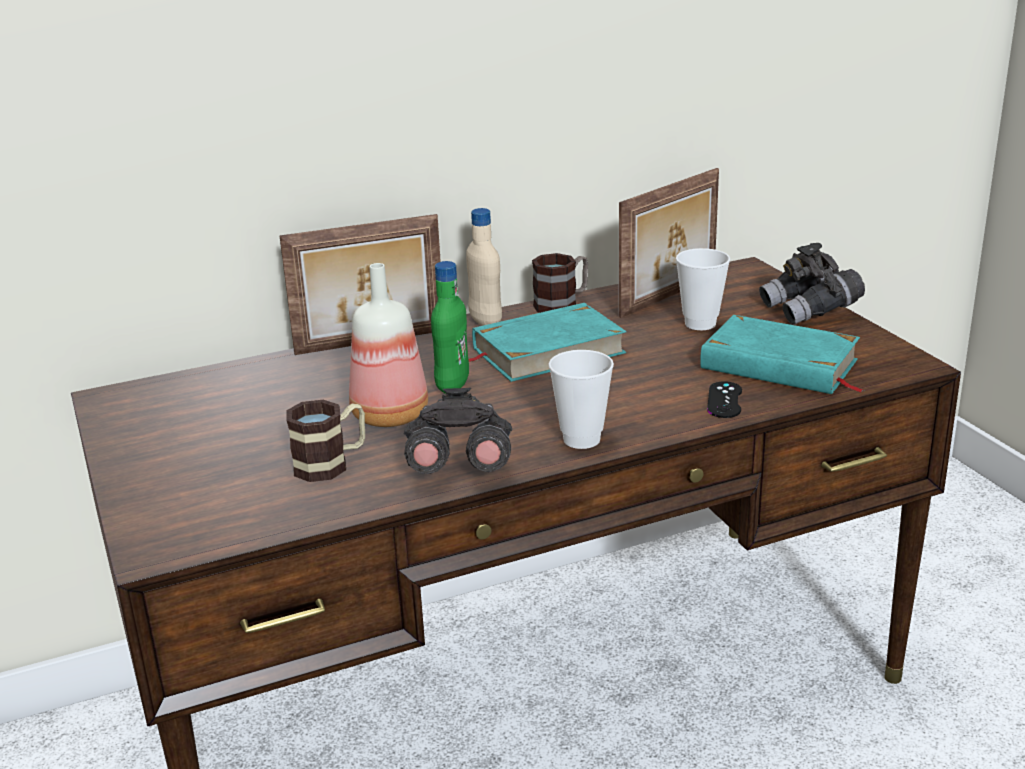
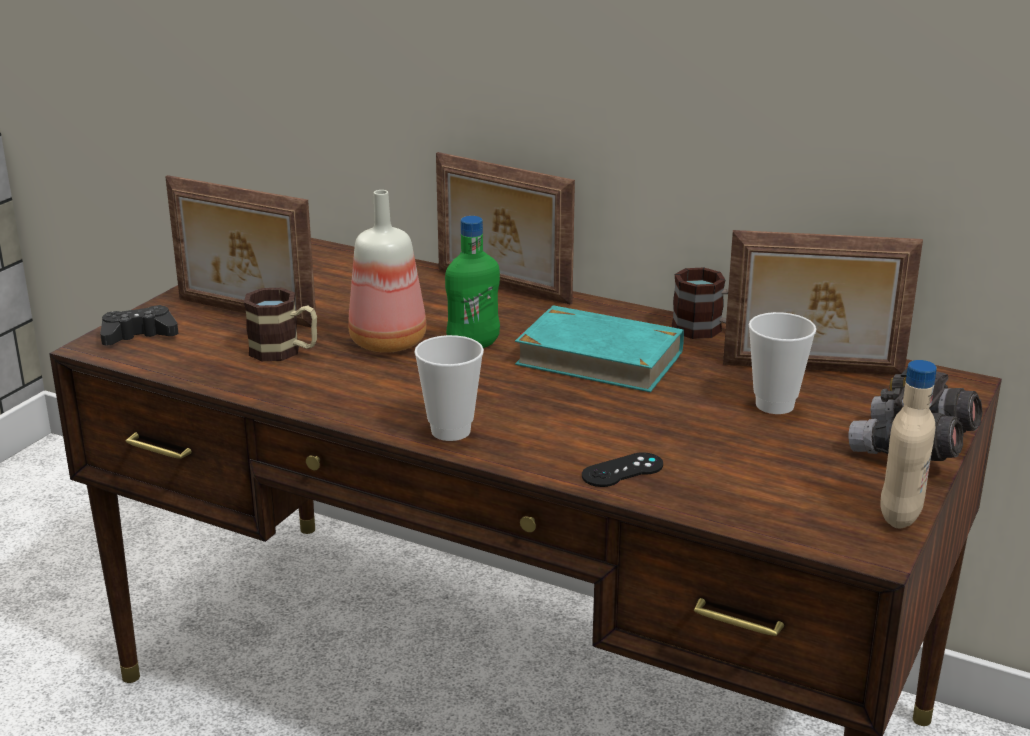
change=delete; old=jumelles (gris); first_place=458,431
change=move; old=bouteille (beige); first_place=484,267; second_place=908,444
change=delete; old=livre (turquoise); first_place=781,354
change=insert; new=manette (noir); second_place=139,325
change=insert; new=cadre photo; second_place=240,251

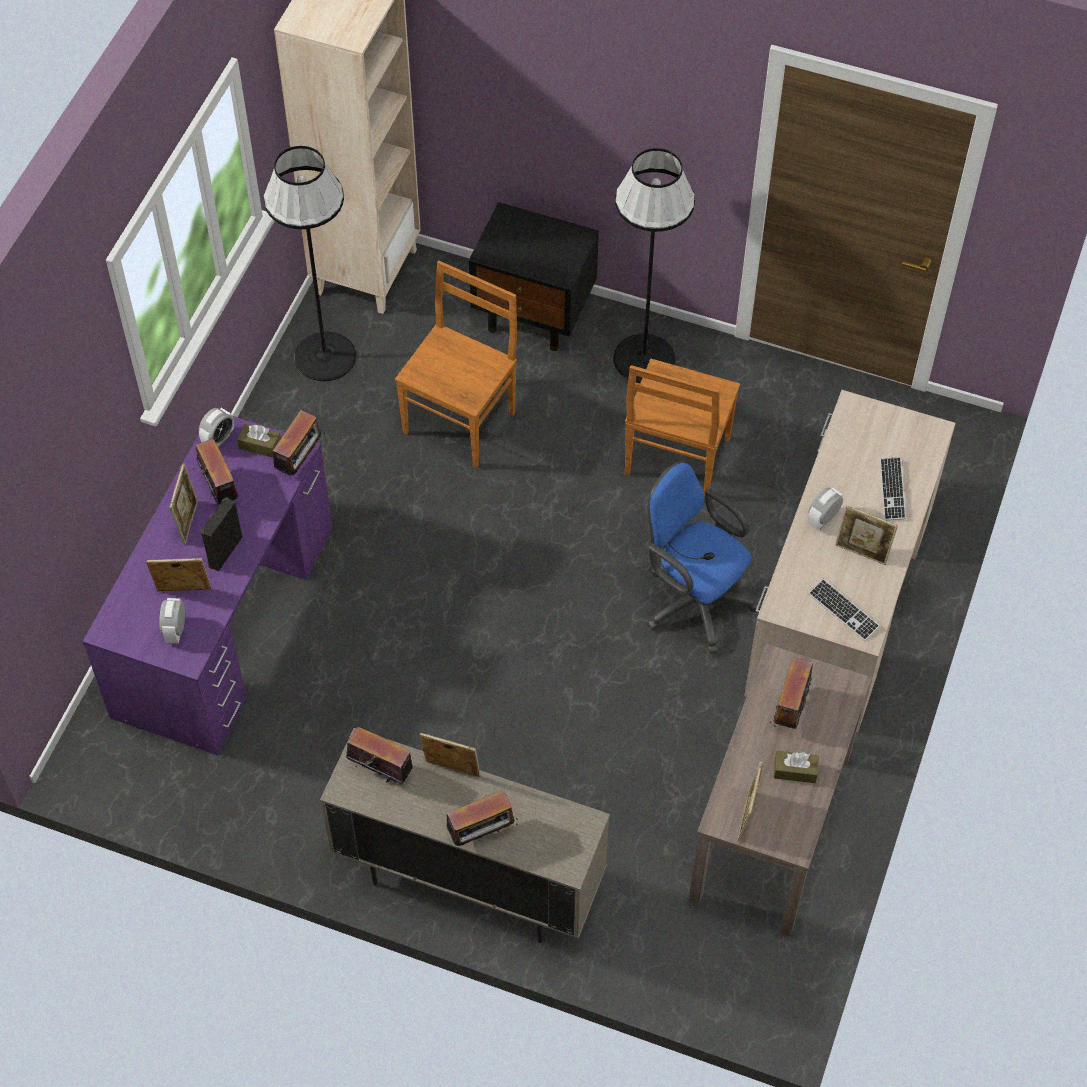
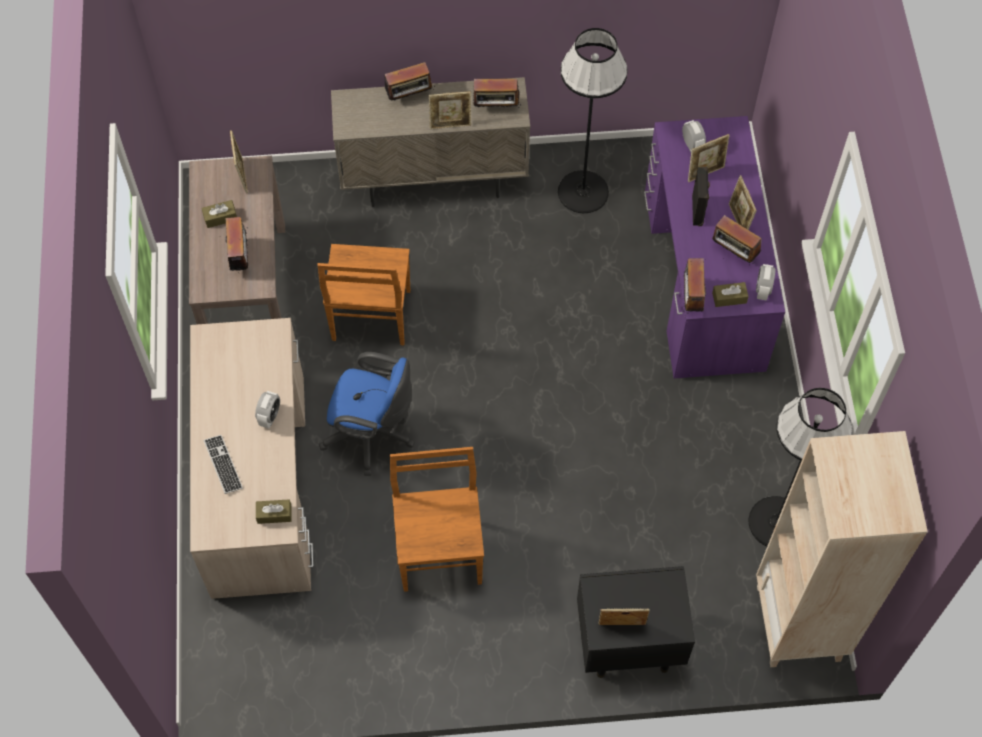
change=move; old=chaise (marron); first_place=456,364; second_place=364,294
change=rotate; old=radio; first_place=482,818; second_place=409,81; degrees=-150
change=move; old=lampadaire (noir); first_place=654,265; second_place=593,120
change=delete; old=clavier; first_place=844,610
change=move; old=cadre photo; first_place=866,535; second_place=624,616
change=insert; new=boîte à mouchoirs (marron); second_place=274,511

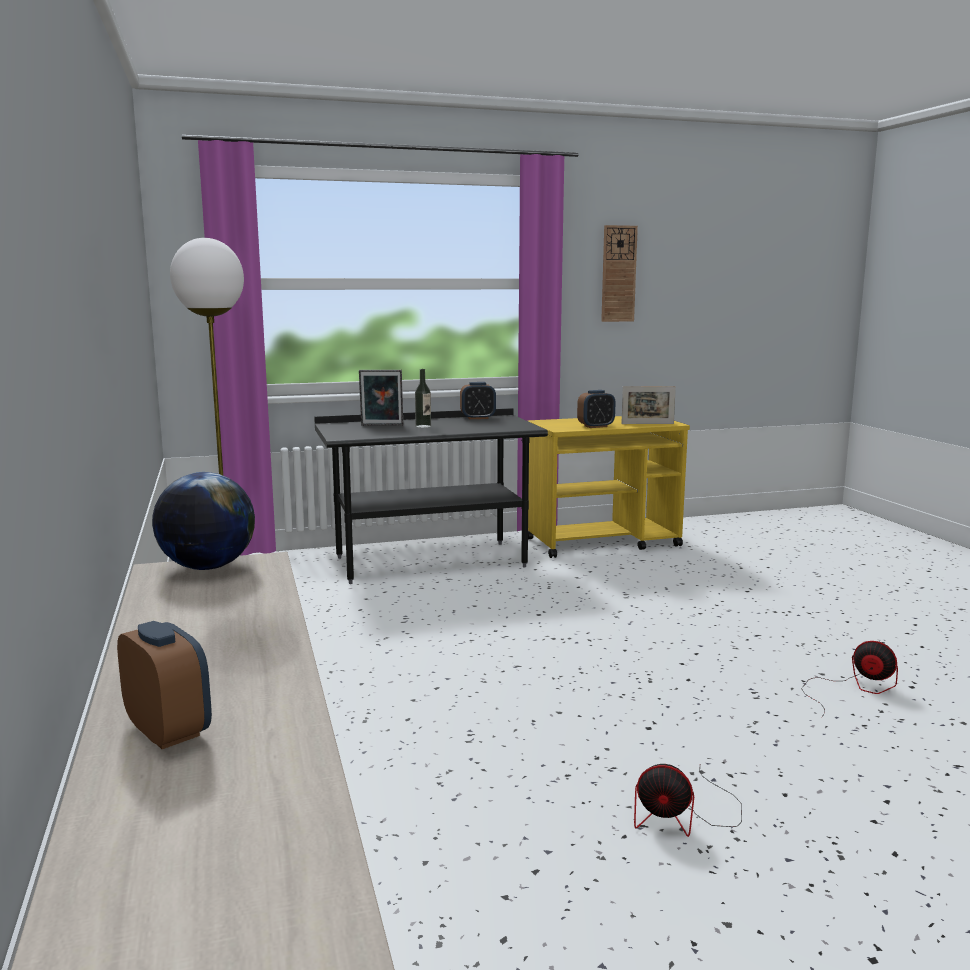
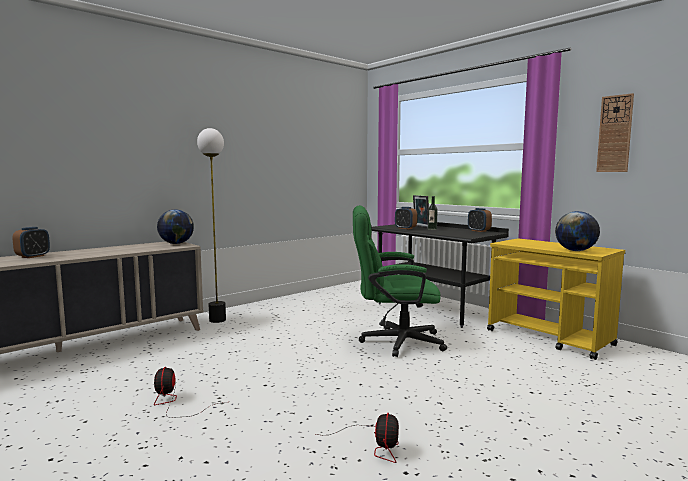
change=move; old=réveil; first_place=596,409; second_place=406,218
change=replace; old=cadre photo; new=globe; first_place=648,405; second_place=577,231
change=insert; new=chaise de bureau (vert); second_place=400,281

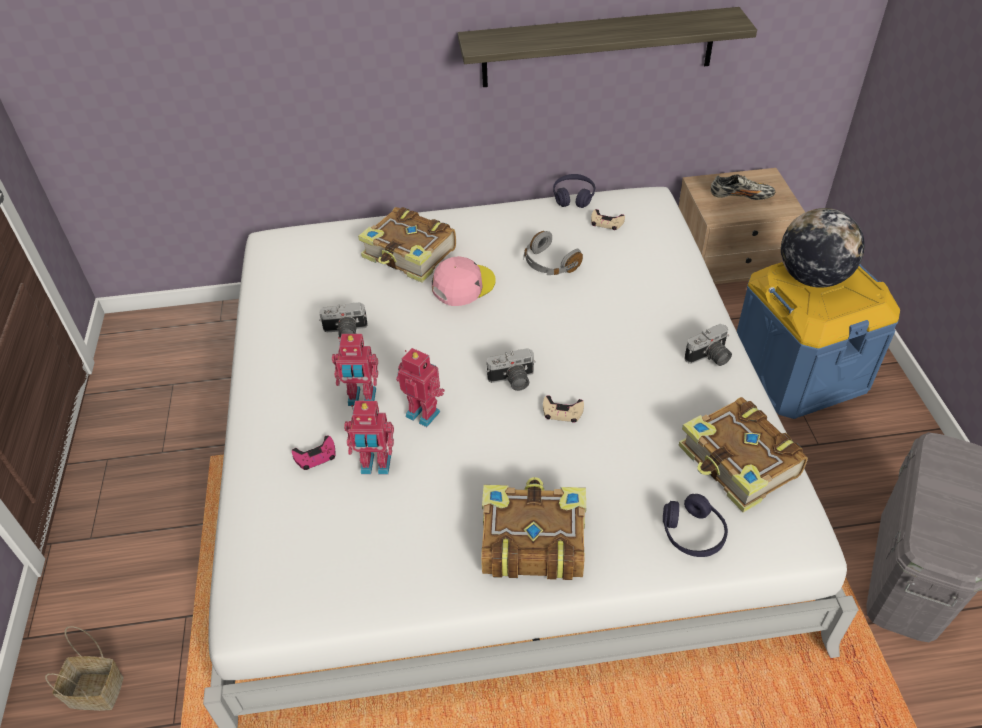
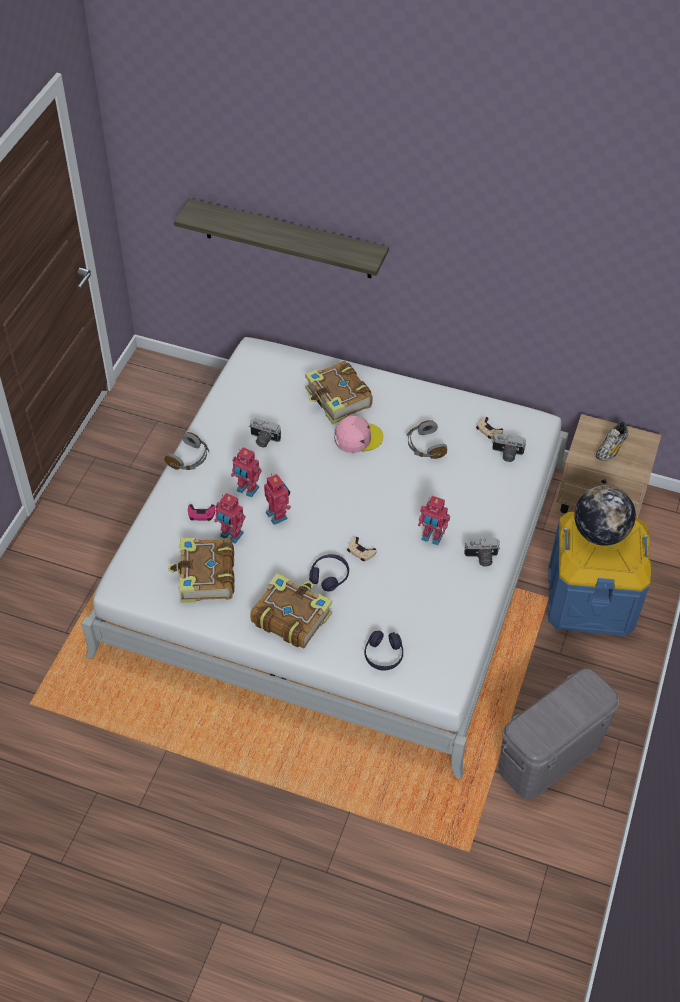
change=delete; old=panier; first_place=84,668
change=move; old=étagère; first_place=607,47; second_place=281,238
change=move; old=appareil photo; first_place=511,369; second_place=509,448
change=move; old=casque audio (violet); first_place=574,191; second_place=329,573
change=move; old=livre; first_place=743,455; second_place=201,570
change=rotate; old=chaussure; first_place=743,187; second_place=612,441; degrees=90
change=insert; new=casque audio (gris); second_place=187,451
change=insert; new=robot jouet; second_place=434,520

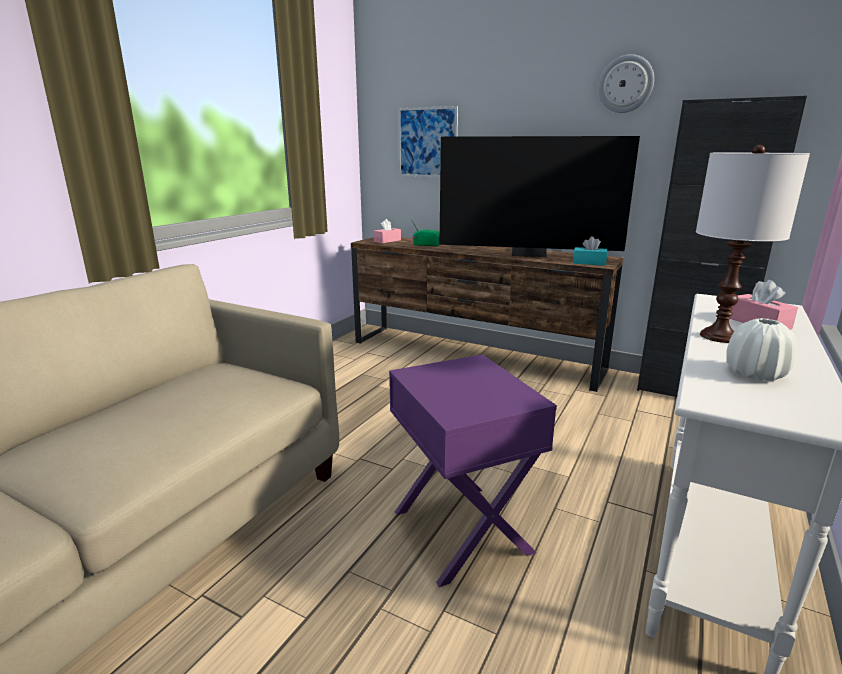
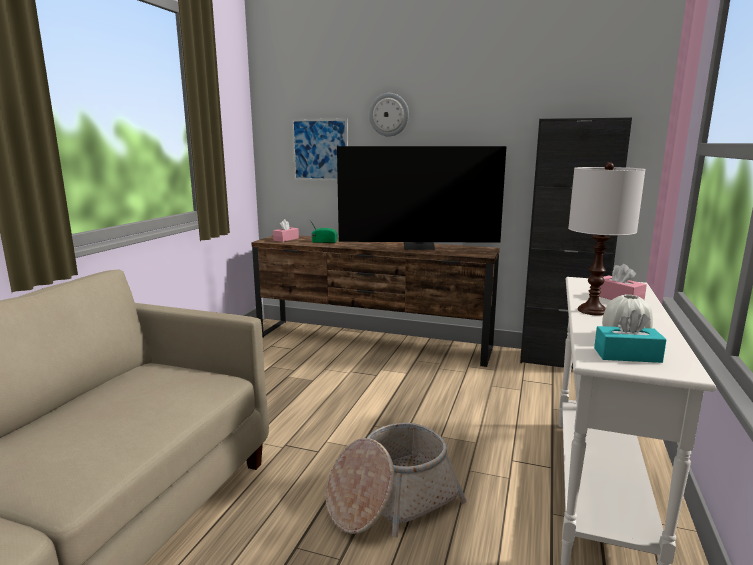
change=replace; old=table d'appoint (violet); new=panier; first_place=473,470; second_place=396,480
change=move; old=boîte à mouchoirs (turquoise); first_place=590,251; second_place=630,336
change=move; old=horloge murale; first_place=626,83; second_place=389,114

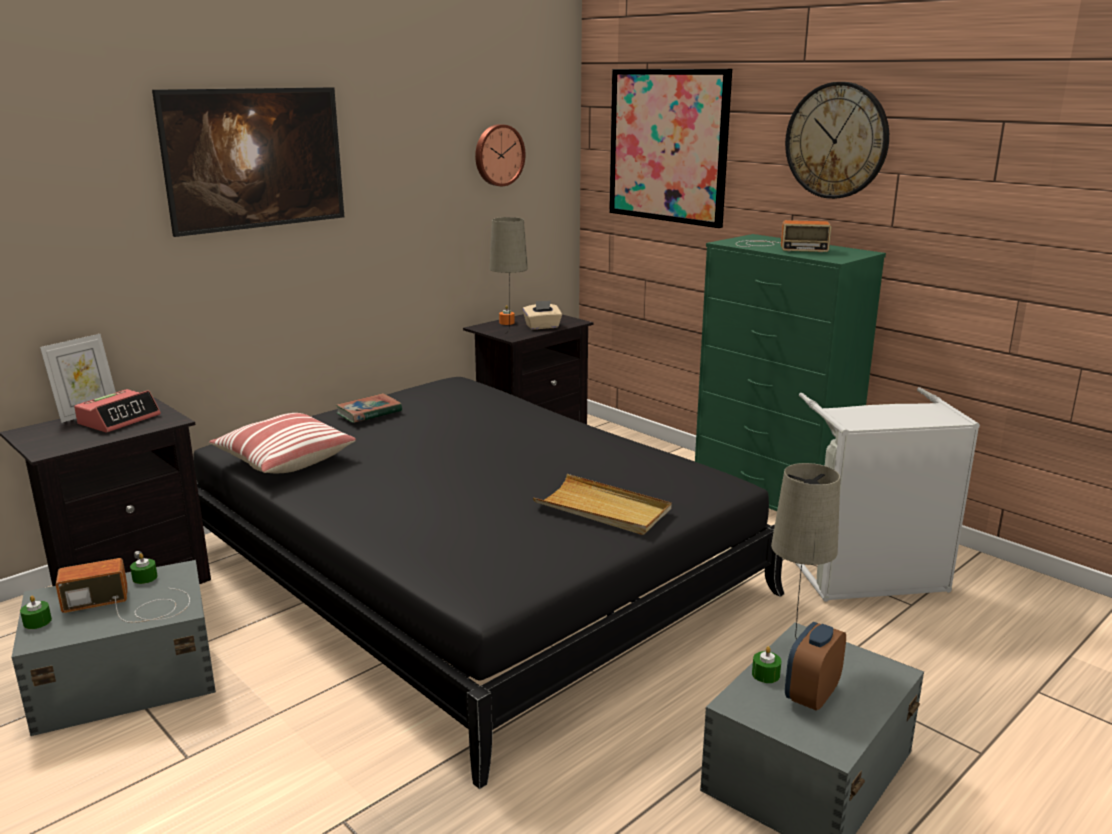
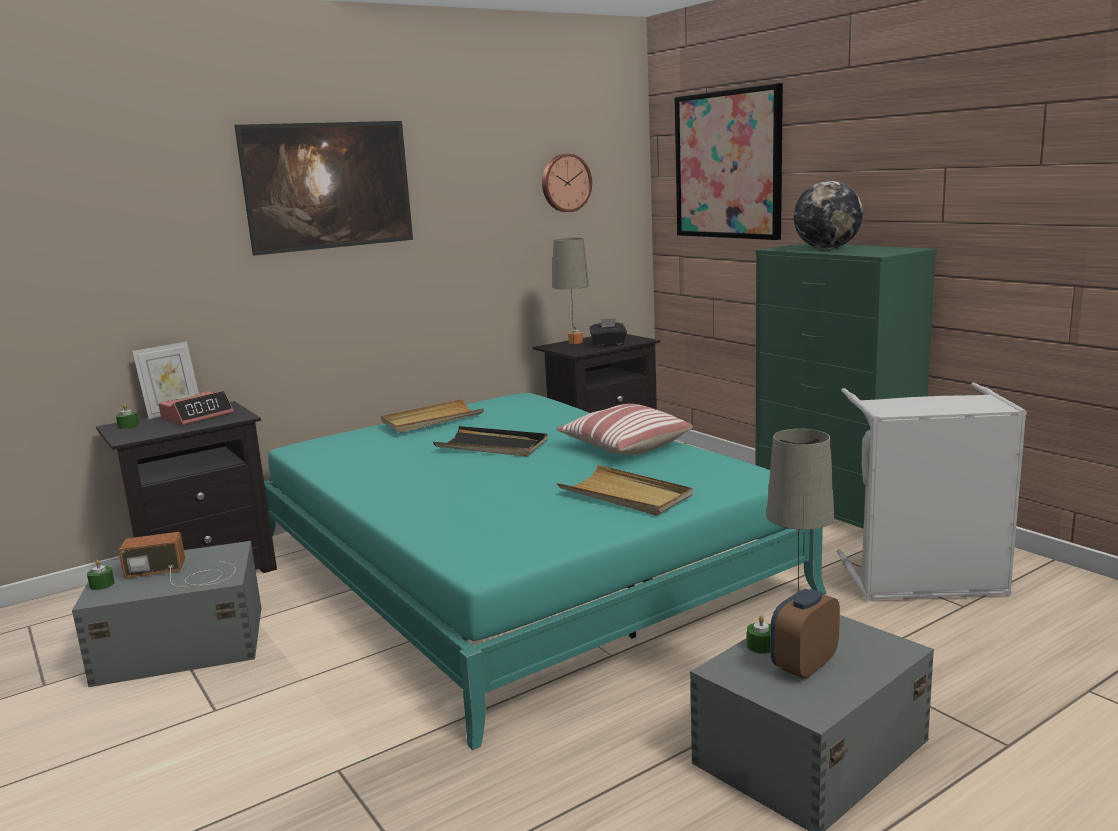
change=move; old=bougie (vert); first_place=144,568; second_place=127,416
change=recolor; old=lit (noir); new=lit (turquoise); first_place=488,583; second_place=545,571
change=move; old=coussin; first_place=282,443; second_place=624,429
change=replace; old=livre; new=plateau (beige); first_place=369,408; second_place=432,416
change=recolor; old=boîte à mouchoirs (beige); new=boîte à mouchoirs (noir); first_place=542,315; second_place=608,332
change=replace; old=radio; new=globe; first_place=784,236; second_place=828,215
change=delete; old=horloge murale; first_place=837,140
change=insert; new=plateau (noir); second_place=490,441

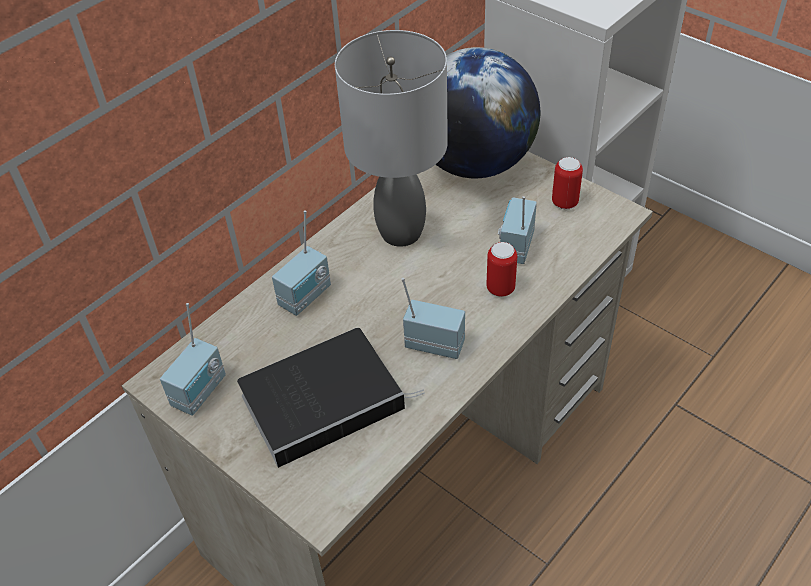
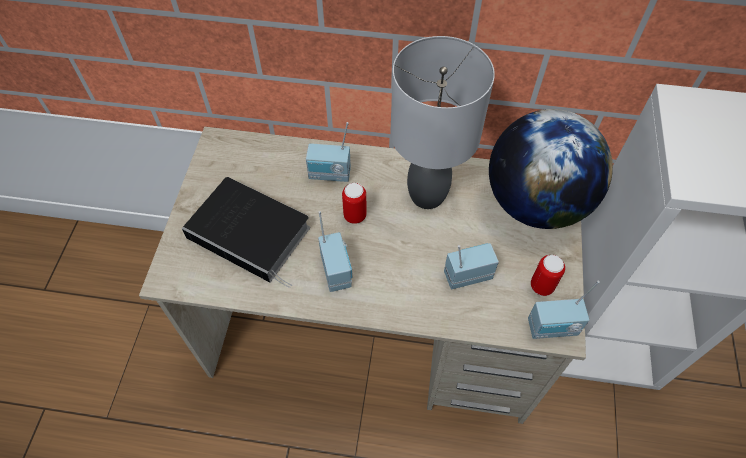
change=move; old=radio; first_place=193,359; second_place=564,310
change=move; old=boîte métallique; first_place=501,269; second_place=354,203

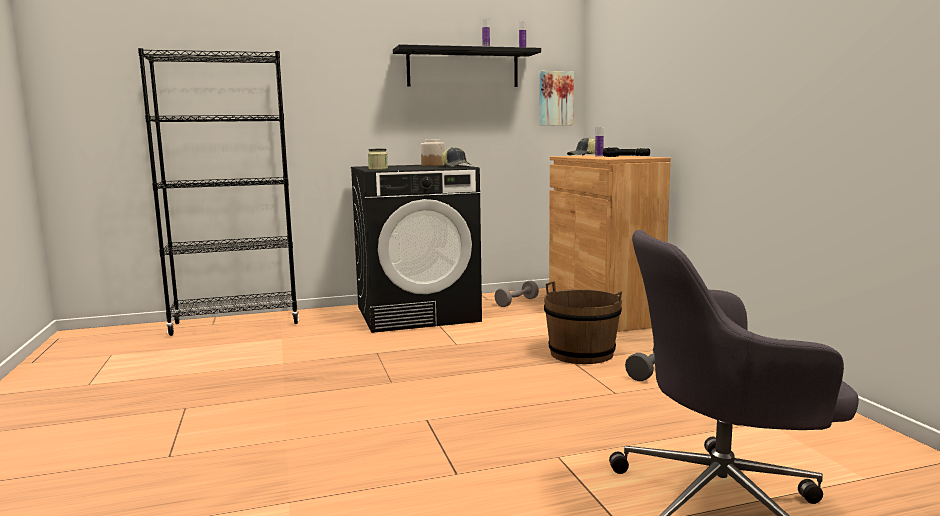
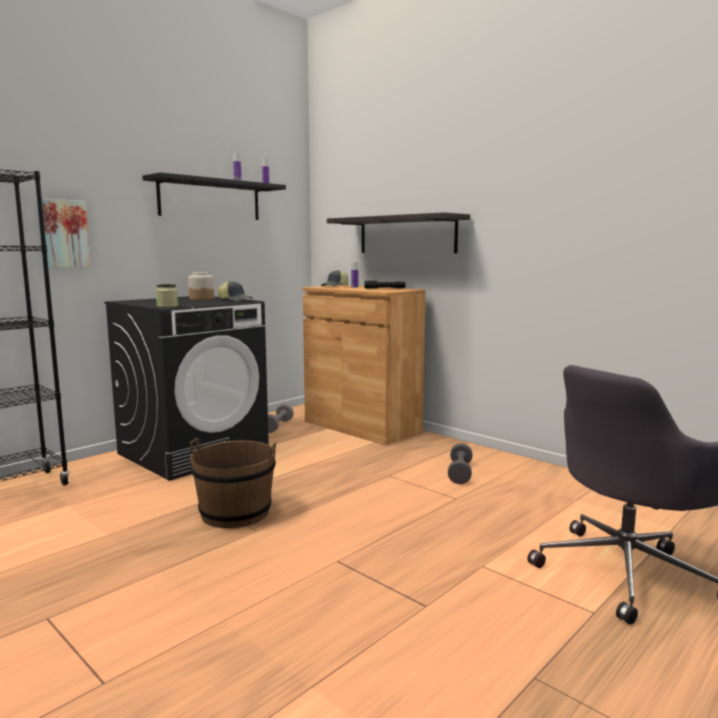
change=move; old=tableau; first_place=557,98; second_place=64,233
change=move; old=seau (marron); first_place=583,322; second_place=233,483
change=insert; new=étagère; second_place=398,232

